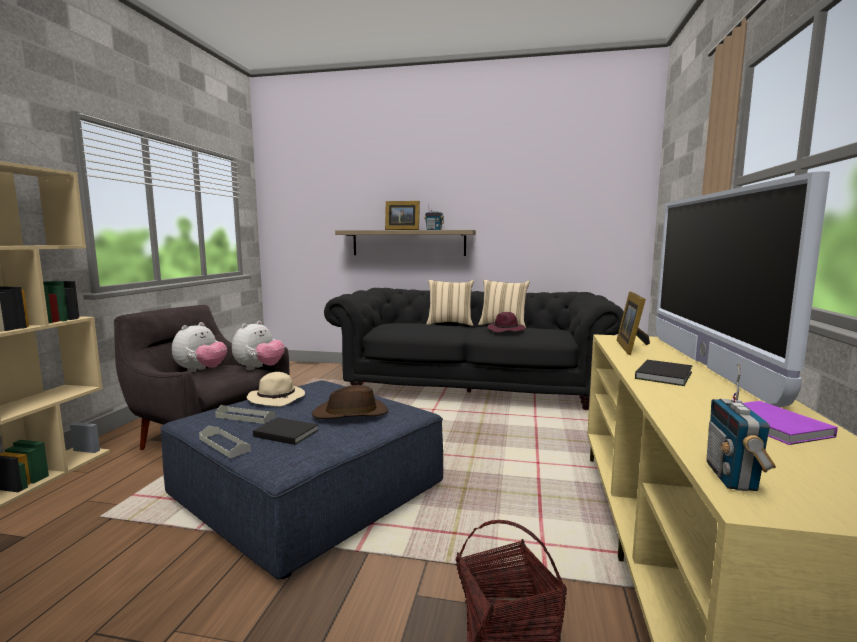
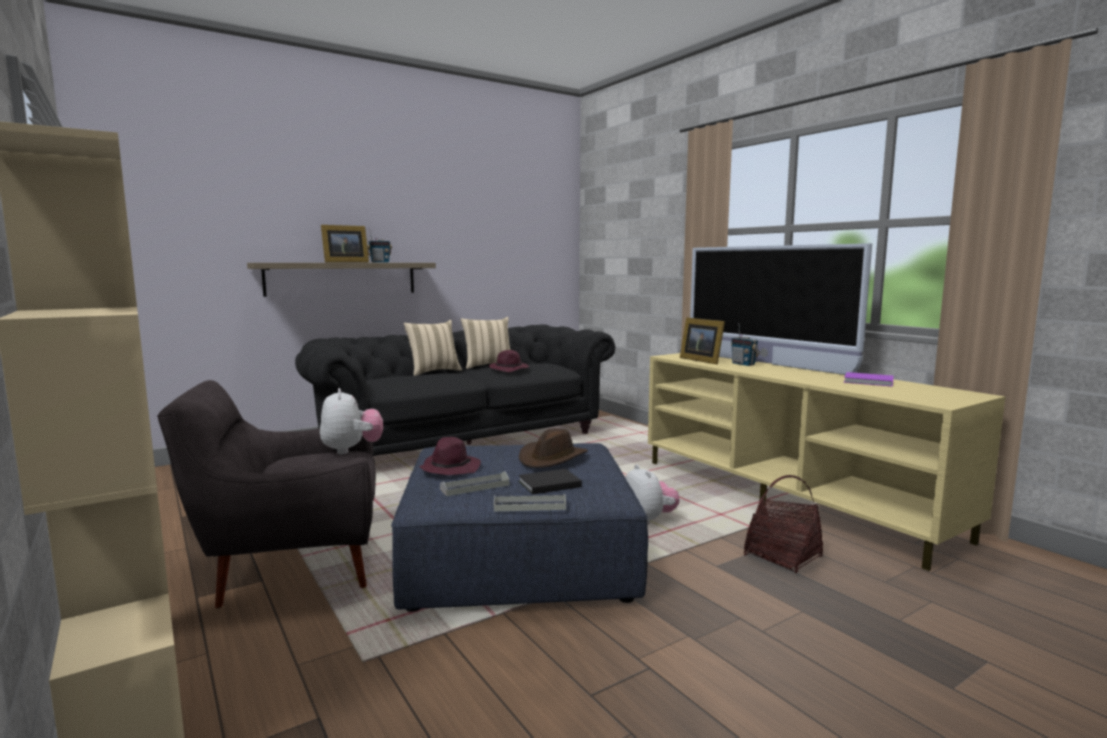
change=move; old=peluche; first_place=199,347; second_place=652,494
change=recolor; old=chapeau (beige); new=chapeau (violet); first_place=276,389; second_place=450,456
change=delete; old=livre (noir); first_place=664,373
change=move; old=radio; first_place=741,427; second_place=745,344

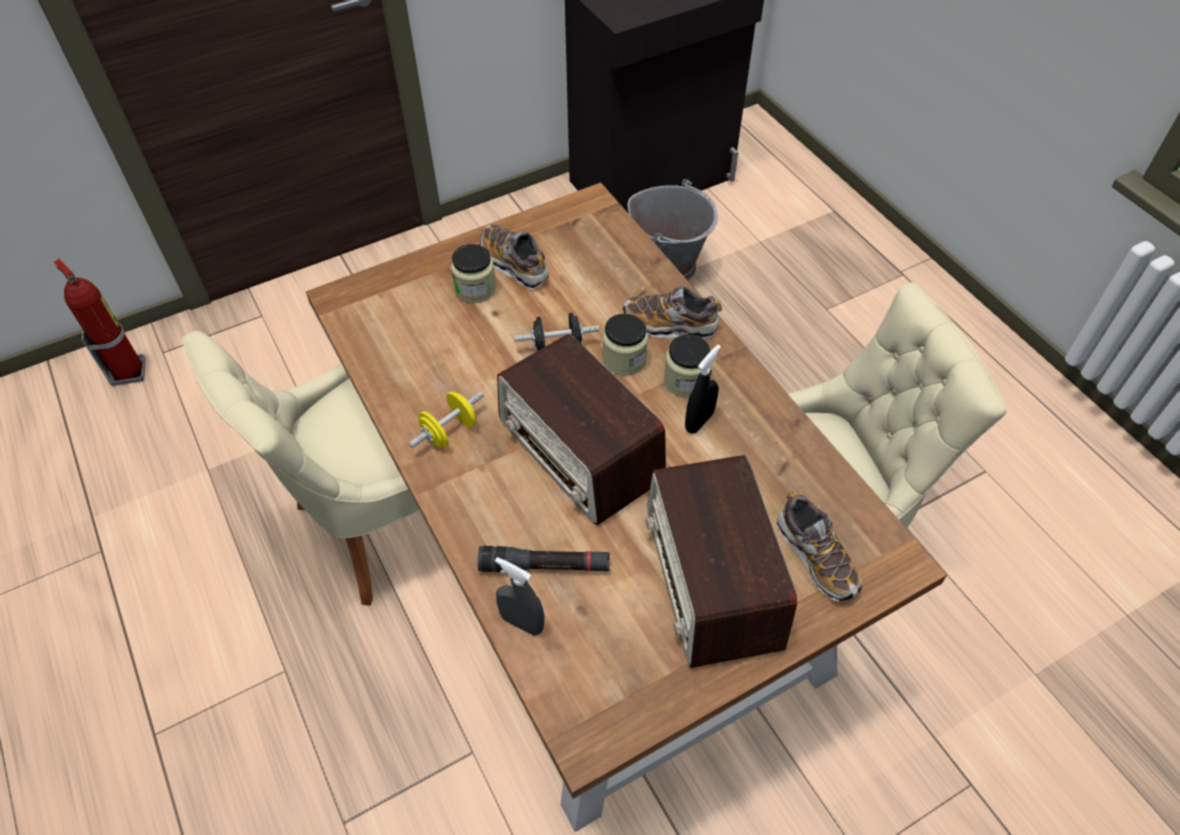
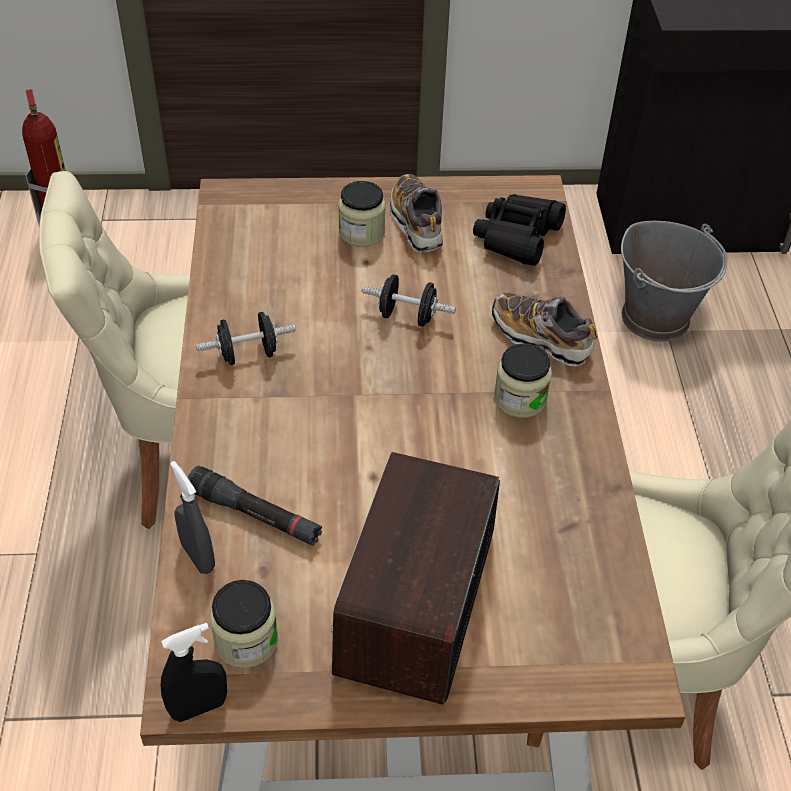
change=recolor; old=haltère (jaune); new=haltère (noir); first_place=446,420; second_place=246,338
change=delete; old=radio; first_place=581,429
change=move; old=bocal; first_place=625,345; second_place=244,624
change=move; old=vaporisateur (noir); first_place=703,389; second_place=194,672
change=delete; old=chaussure; first_place=819,546
change=insert; new=jumelles (noir); second_place=519,230

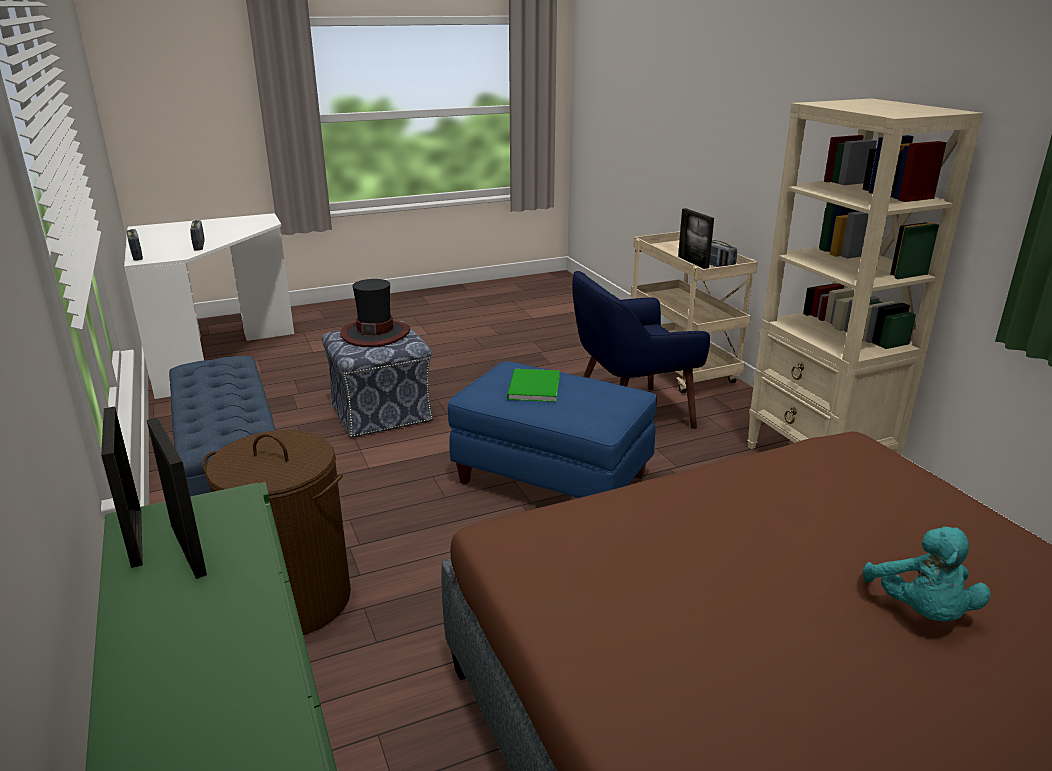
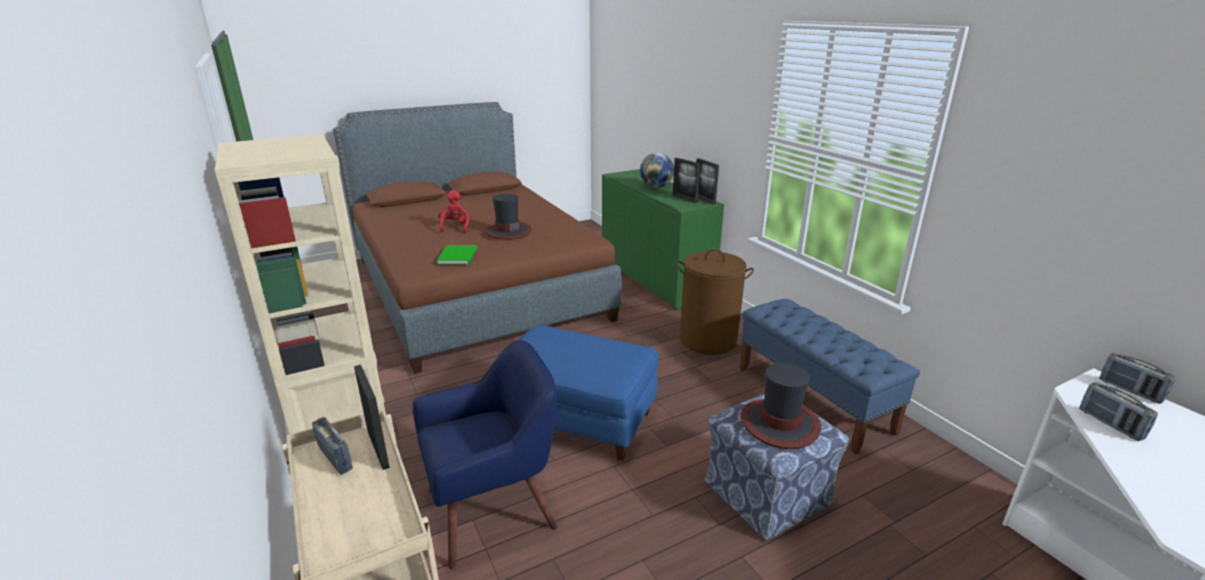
change=move; old=livre (vert); first_place=533,385; second_place=457,254
change=recolor; old=peluche (turquoise); new=peluche (rouge); first_place=927,574; second_place=454,211
change=insert; new=chapeau; second_place=507,217
change=insert; new=globe; second_place=657,170

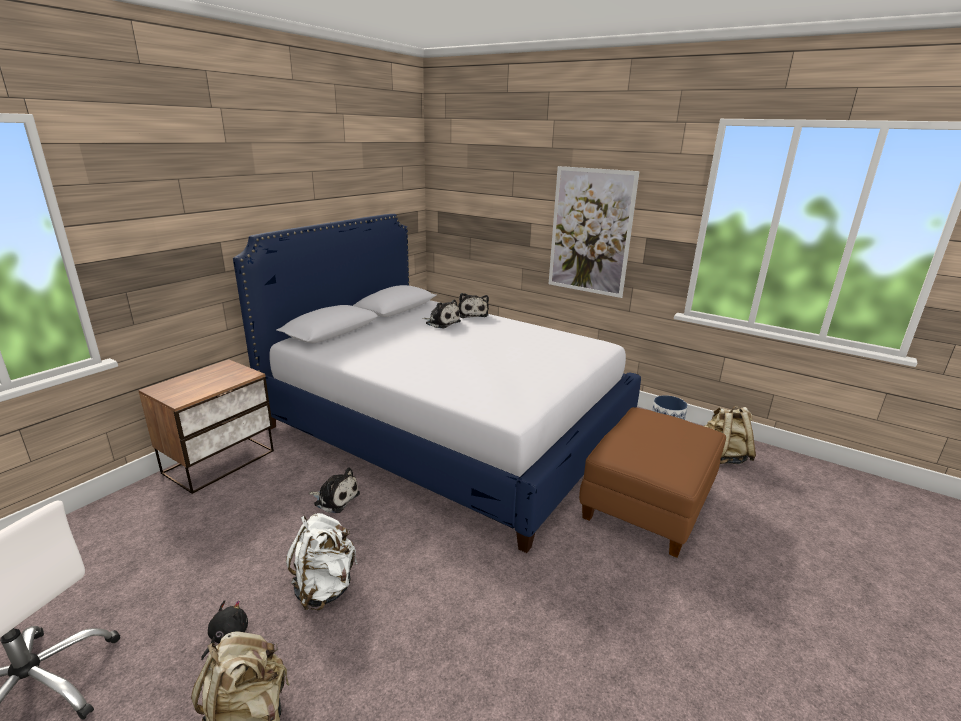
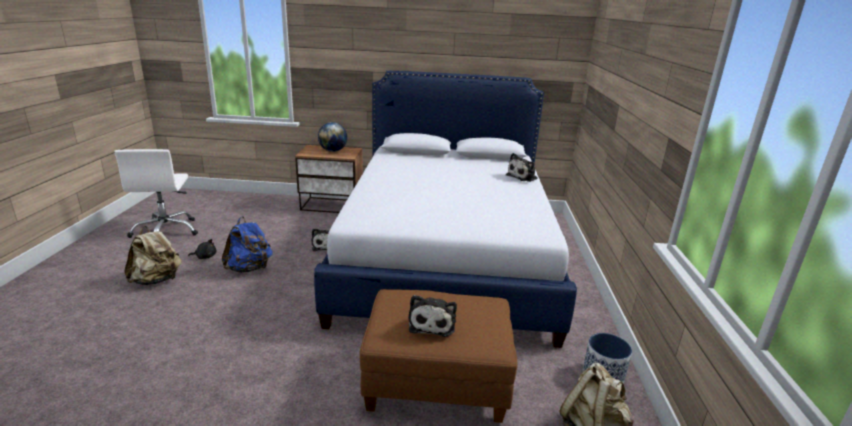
change=recolor; old=sac à dos (blanc); new=sac à dos (bleu); first_place=321,562; second_place=247,245
change=move; old=peluche; first_place=441,314; second_place=432,316
change=delete; old=tableau; first_place=594,232
change=insert; new=globe; second_place=332,137

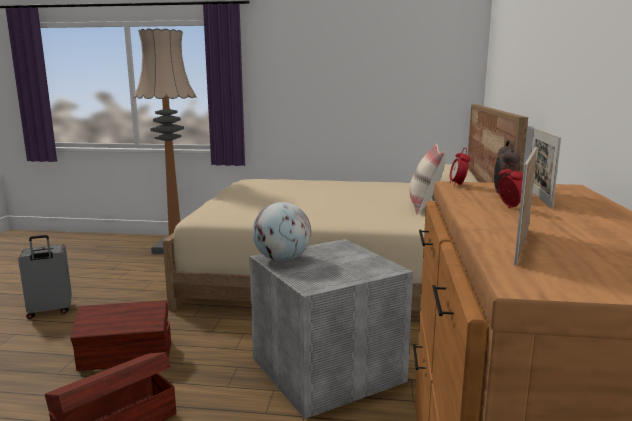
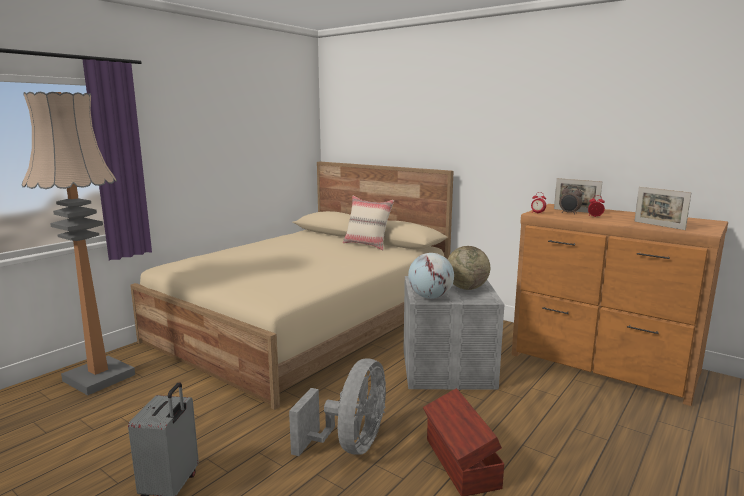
change=replace; old=boîte de rangement (marron); new=ventilateur (gris); first_place=120,335; second_place=337,407
change=insert; new=globe; second_place=468,268

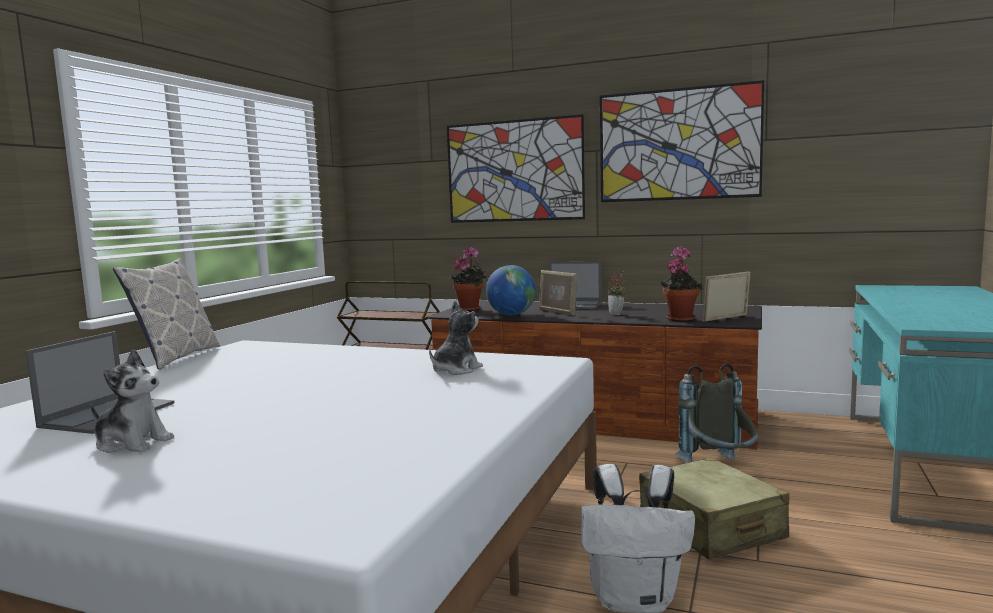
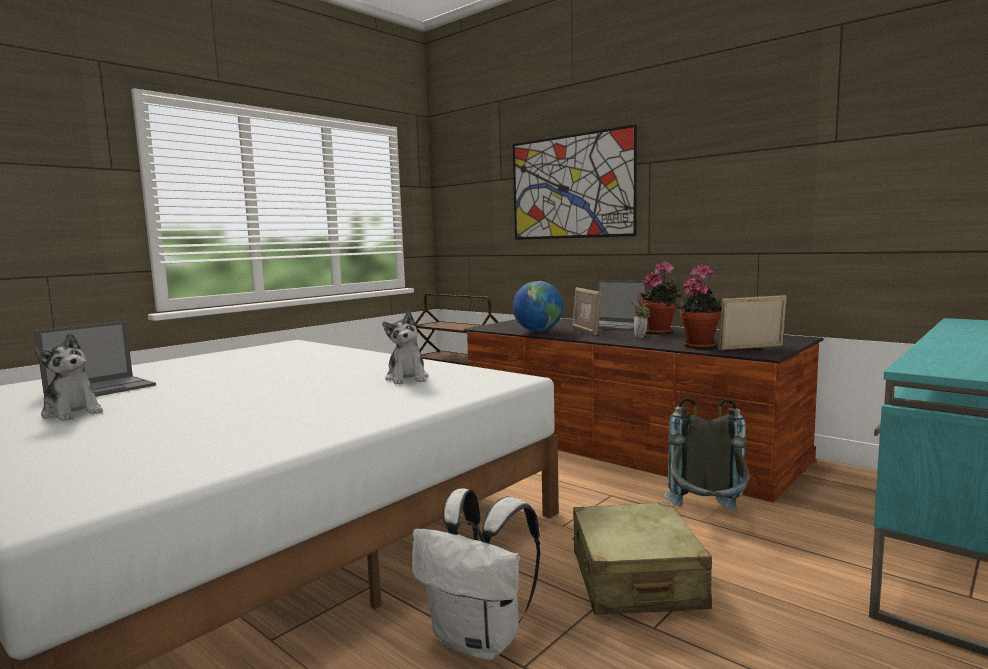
change=delete; old=coussin; first_place=166,314
change=rotate; old=peluche; first_place=456,338; second_place=405,347; degrees=105
change=move; old=plante en pot; first_place=468,279; second_place=660,297
change=delete; old=tableau; first_place=682,141

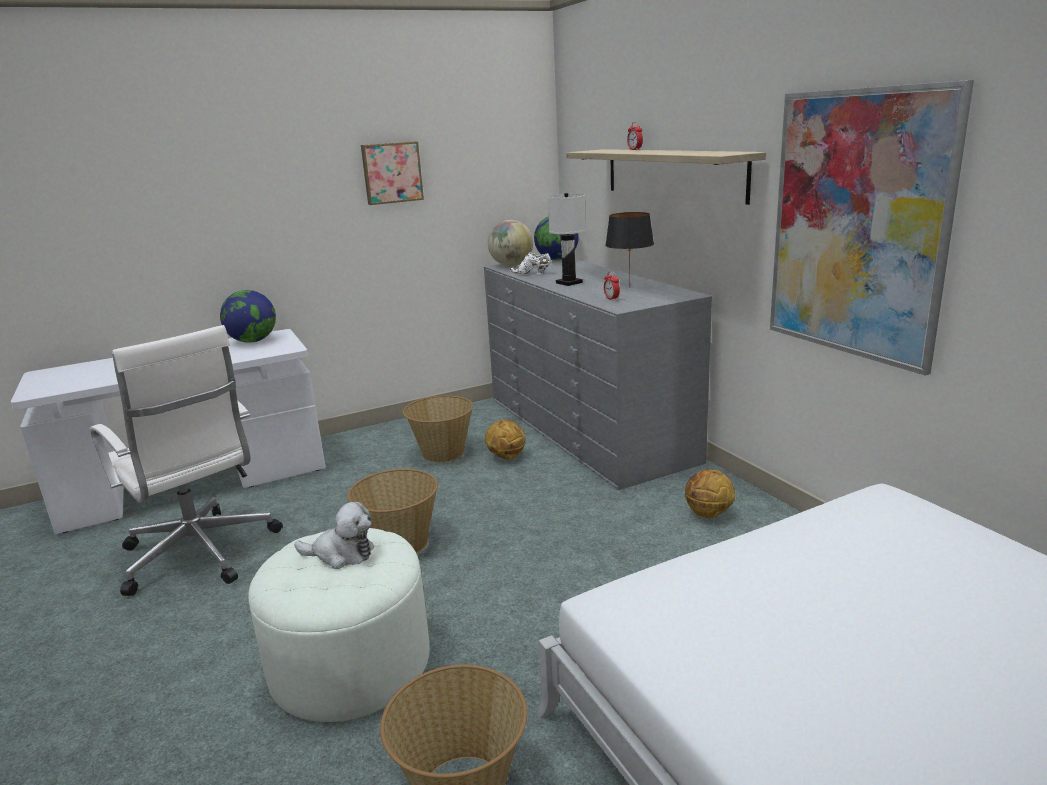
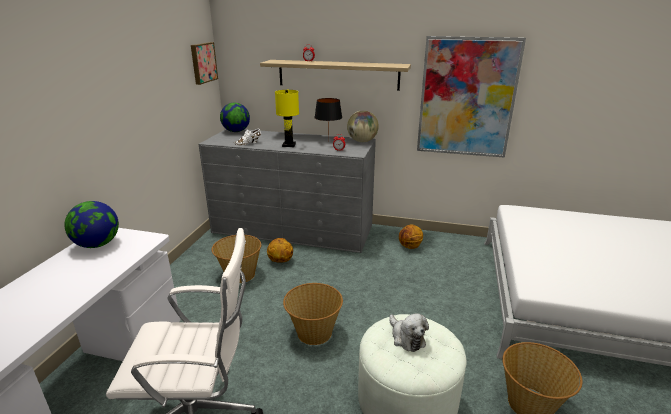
change=rotate; old=peluche; first_place=334,535; second_place=409,332; degrees=105
change=move; old=tableau; first_place=392,173; second_place=204,63
change=move; old=globe; first_place=510,243; second_place=363,126
change=recolor; old=lampe de table (blanc); new=lampe de table (jaune); first_place=567,239; second_place=287,118

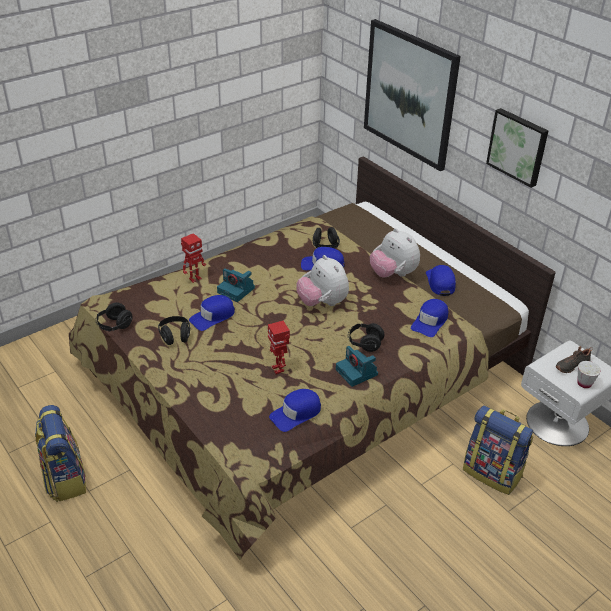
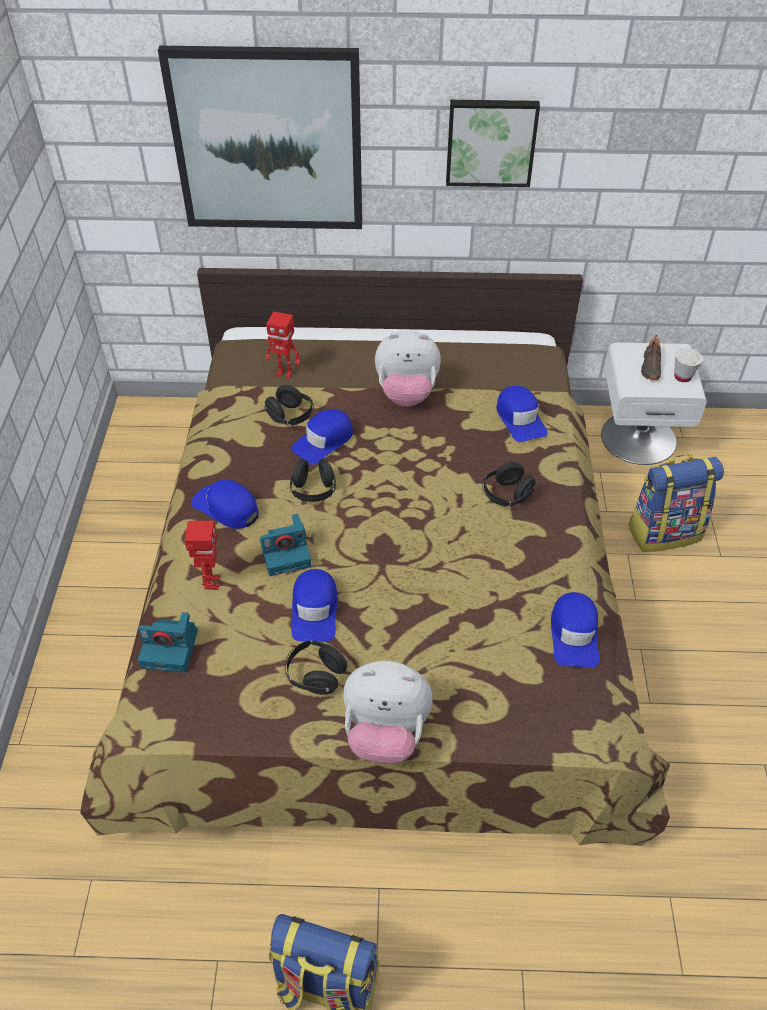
change=move; old=casque audio (noir); first_place=113,317; second_place=313,480
change=move; old=robot jouet; first_place=279,347; second_place=282,345
change=move; old=peluche; first_place=322,280; second_place=387,712
change=move; old=appareil photo; first_place=357,366; second_place=168,642
change=move; old=casquette (bleu); first_place=441,280; second_place=225,504

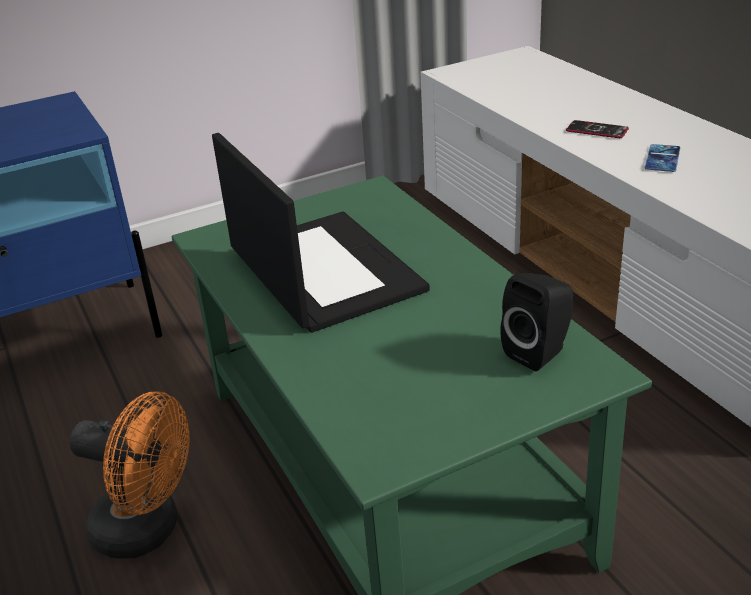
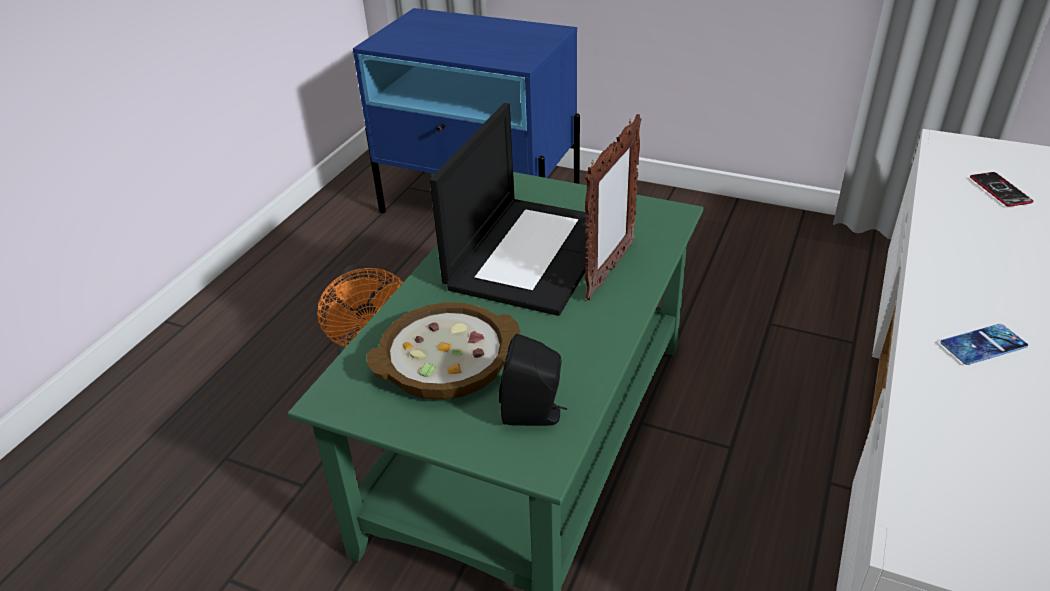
change=move; old=téléphone; first_place=597,129; second_place=1001,189
change=insert; new=bol; second_place=443,351
change=insert; new=cadre photo; second_place=613,207

